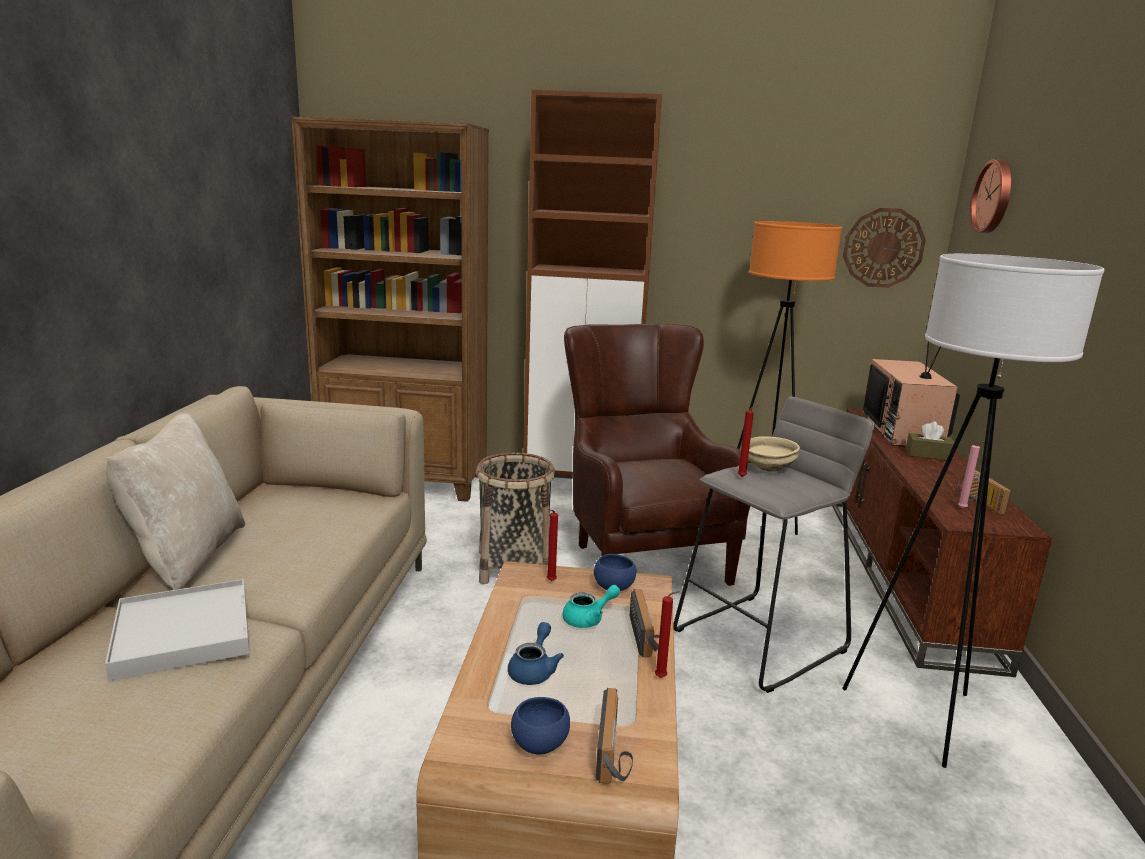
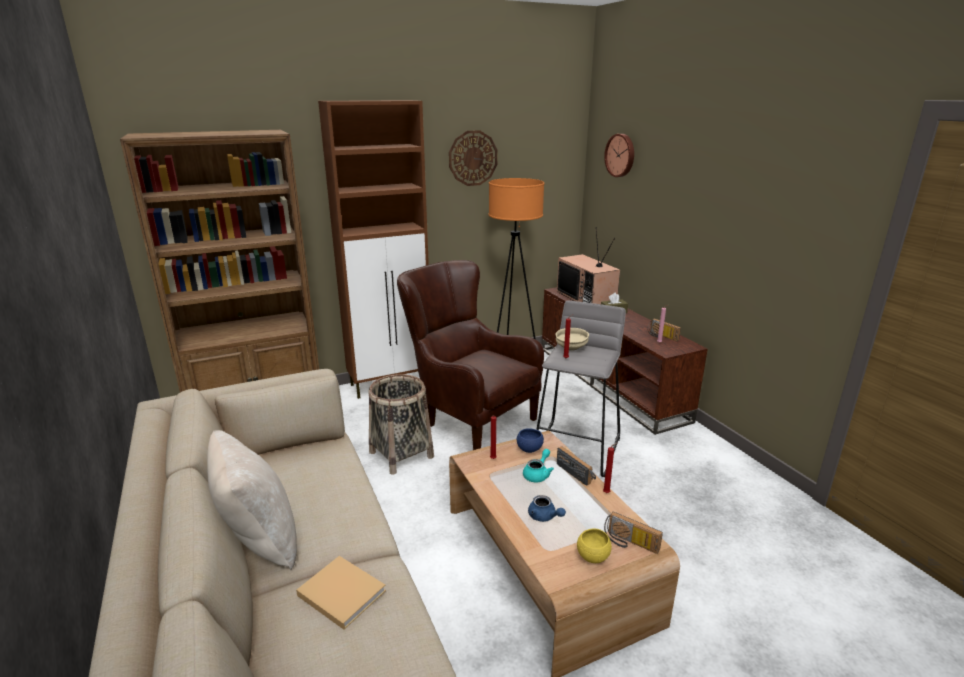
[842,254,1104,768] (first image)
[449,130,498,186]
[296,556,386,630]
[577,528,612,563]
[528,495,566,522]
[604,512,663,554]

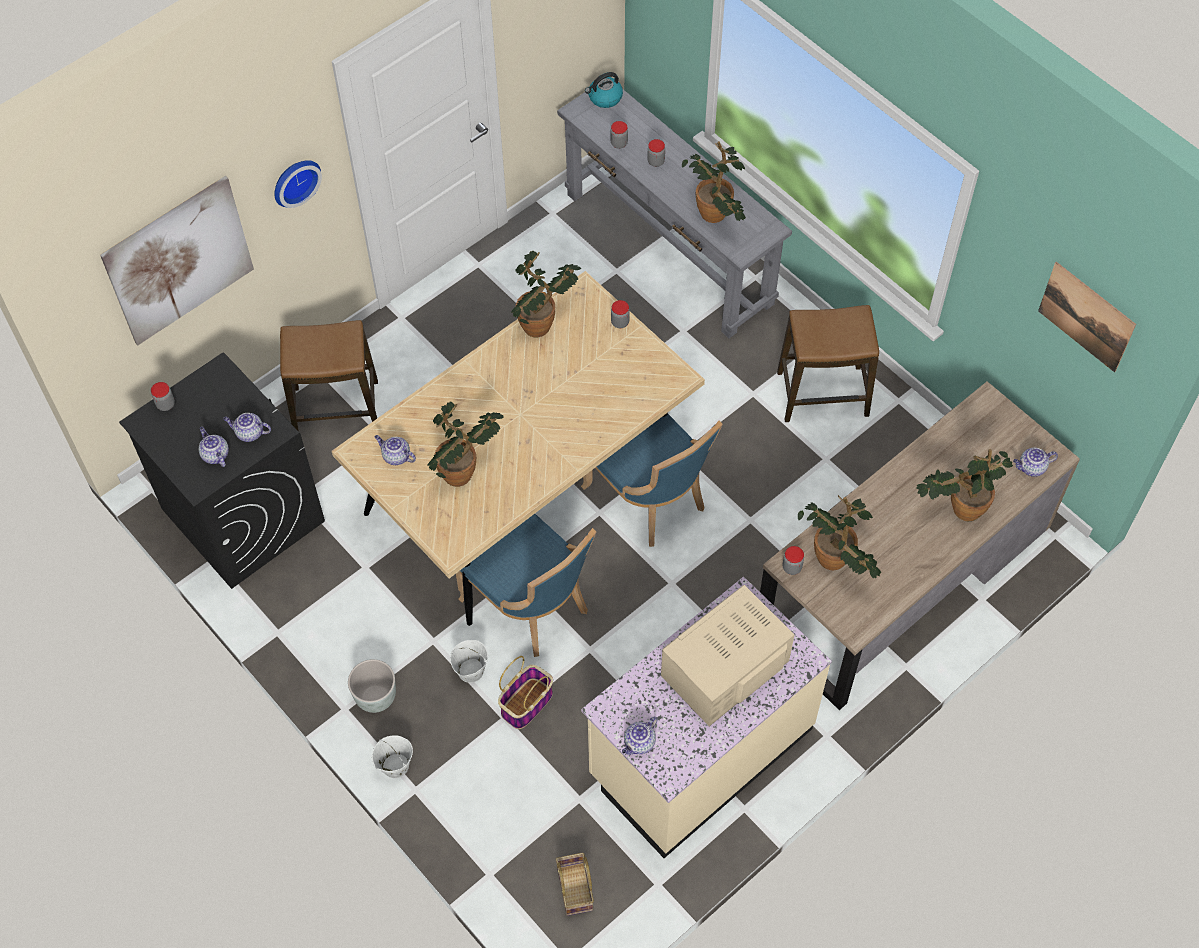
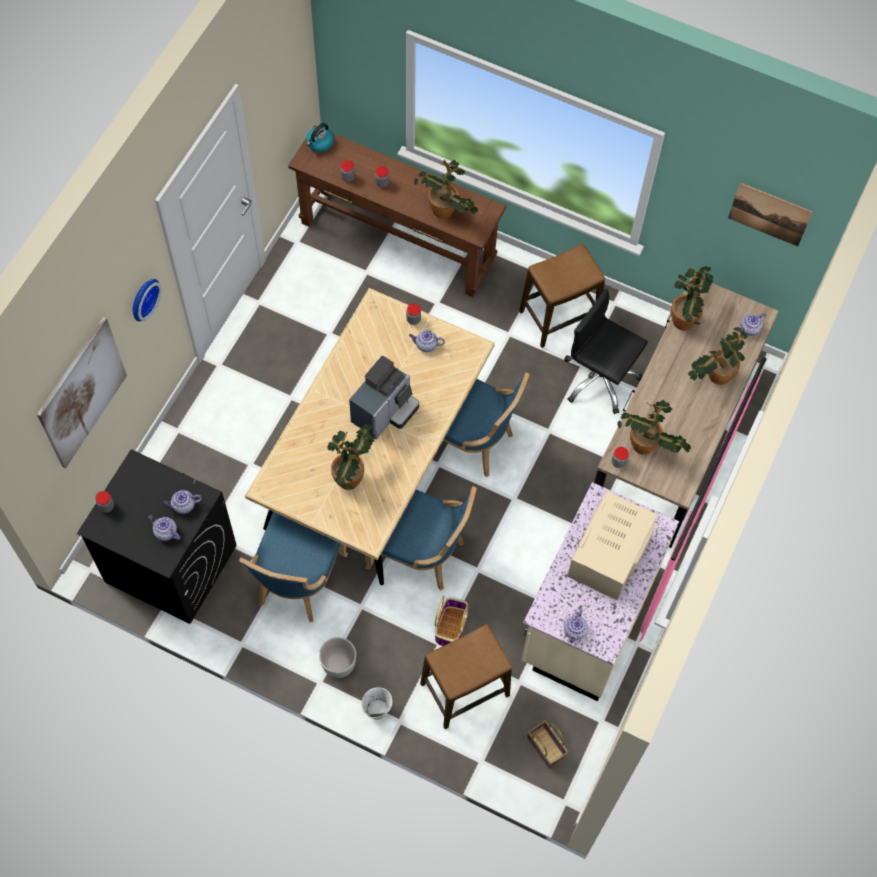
[450,640,488,683] (first image)
[239,512,348,622]
[349,356,419,440]
[564,289,648,414]
[420,624,512,729]
[409,330,445,352]
[671,266,713,330]
[288,125,506,297]

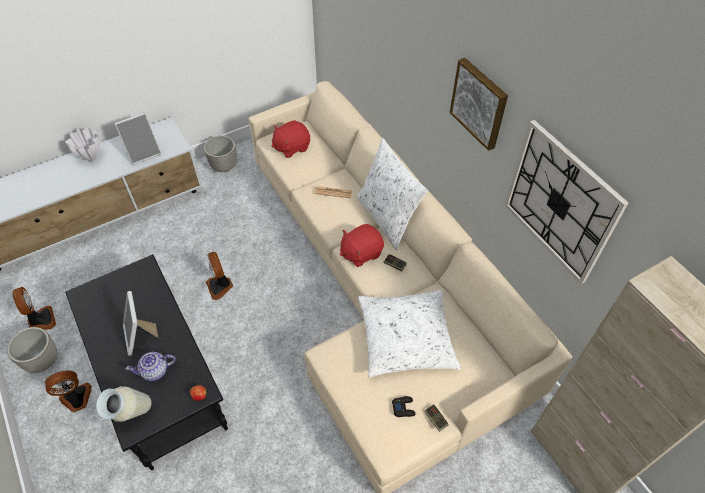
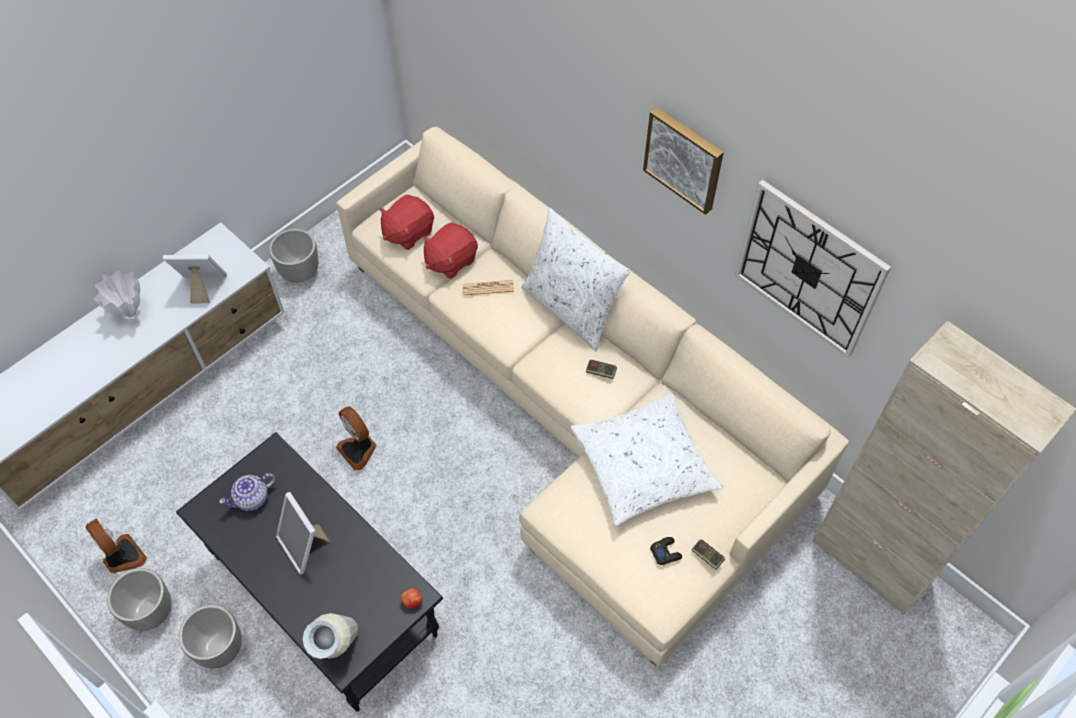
[219,473,276,511]
[422,223,478,279]
[179,605,242,669]
[163,255,227,303]

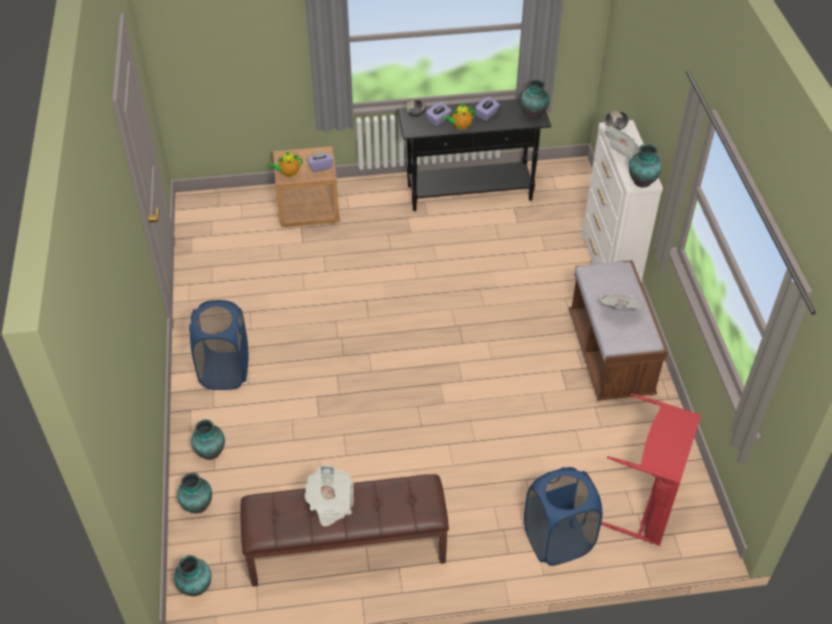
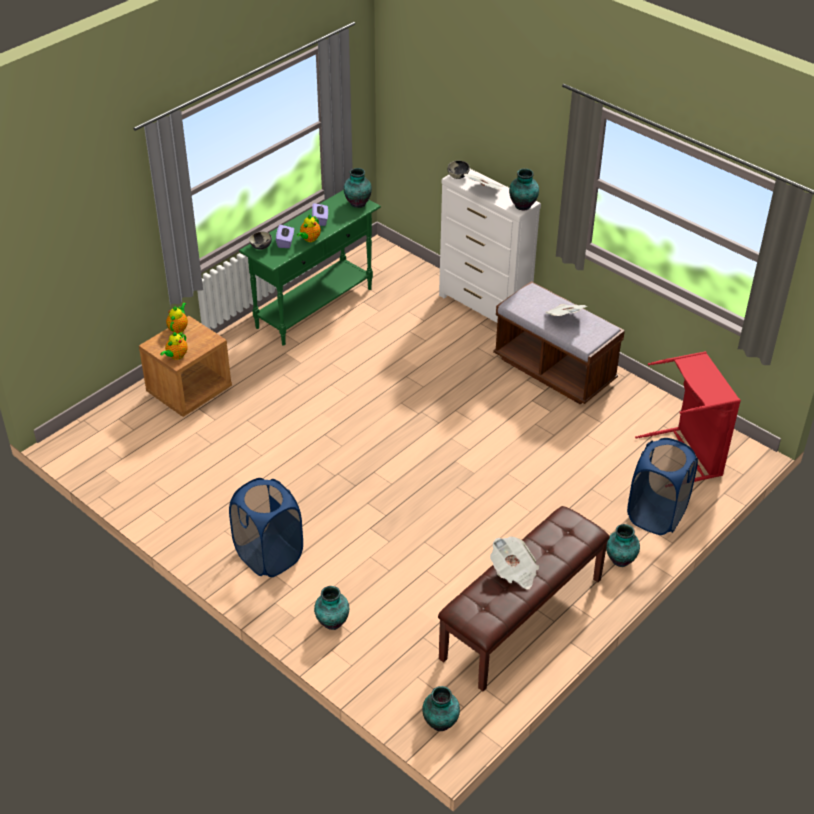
[307,151,333,172] (first image)
[166,303,188,334]
[606,524,640,567]
[239,190,381,346]

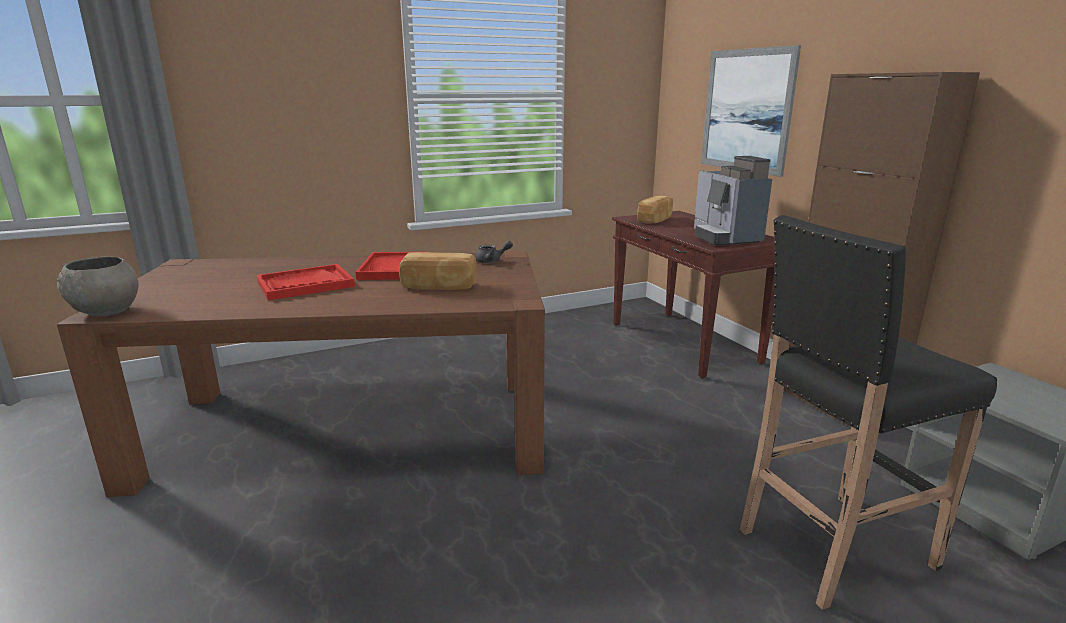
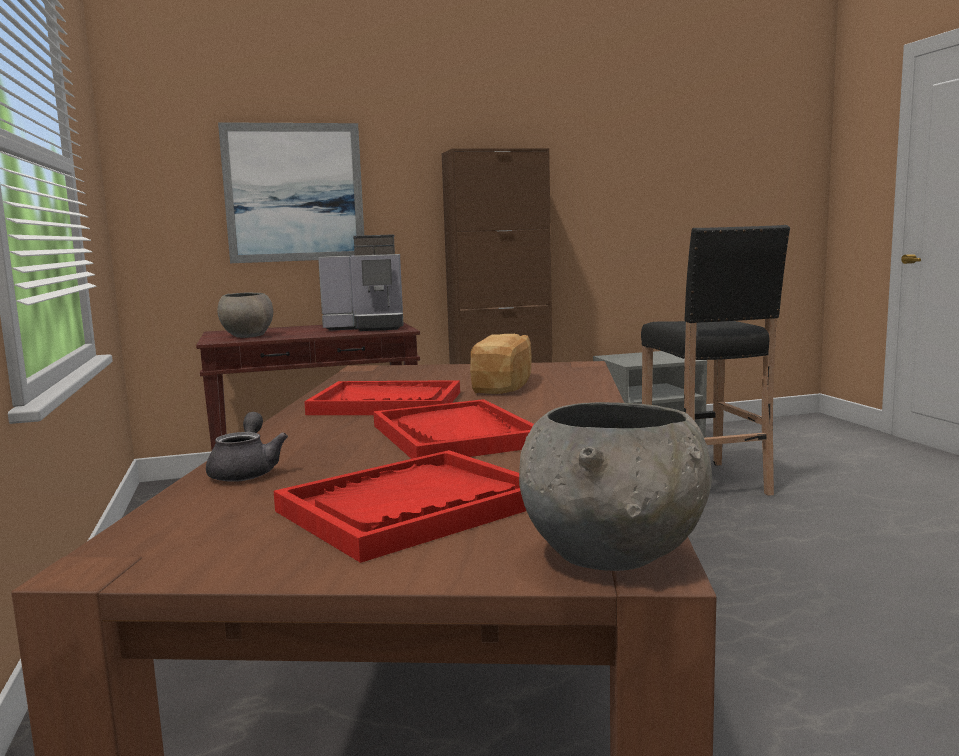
[274,450,526,563]
[206,412,288,482]
[218,292,273,338]

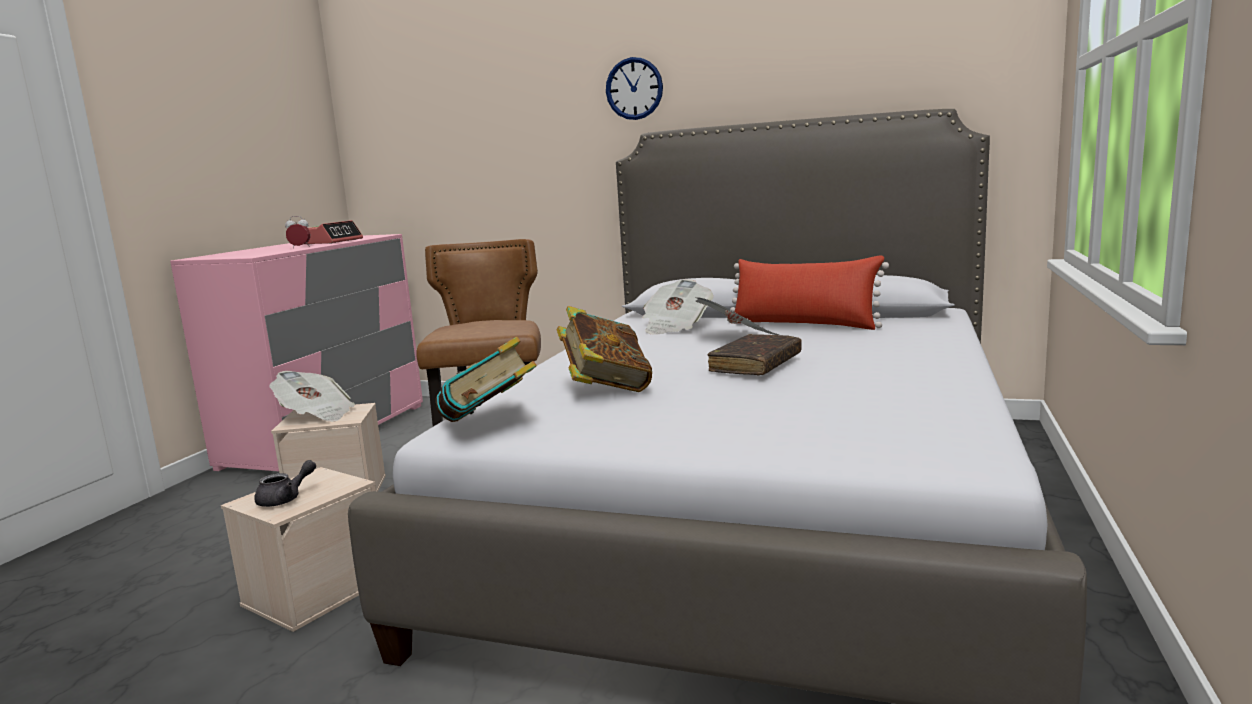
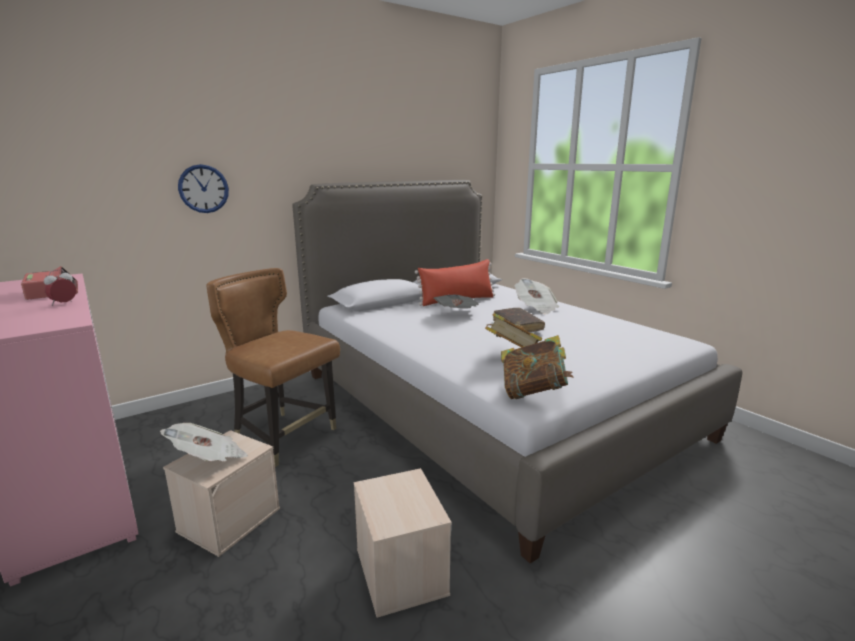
[254,460,316,507] (first image)
[178,164,229,213]
[515,278,559,315]

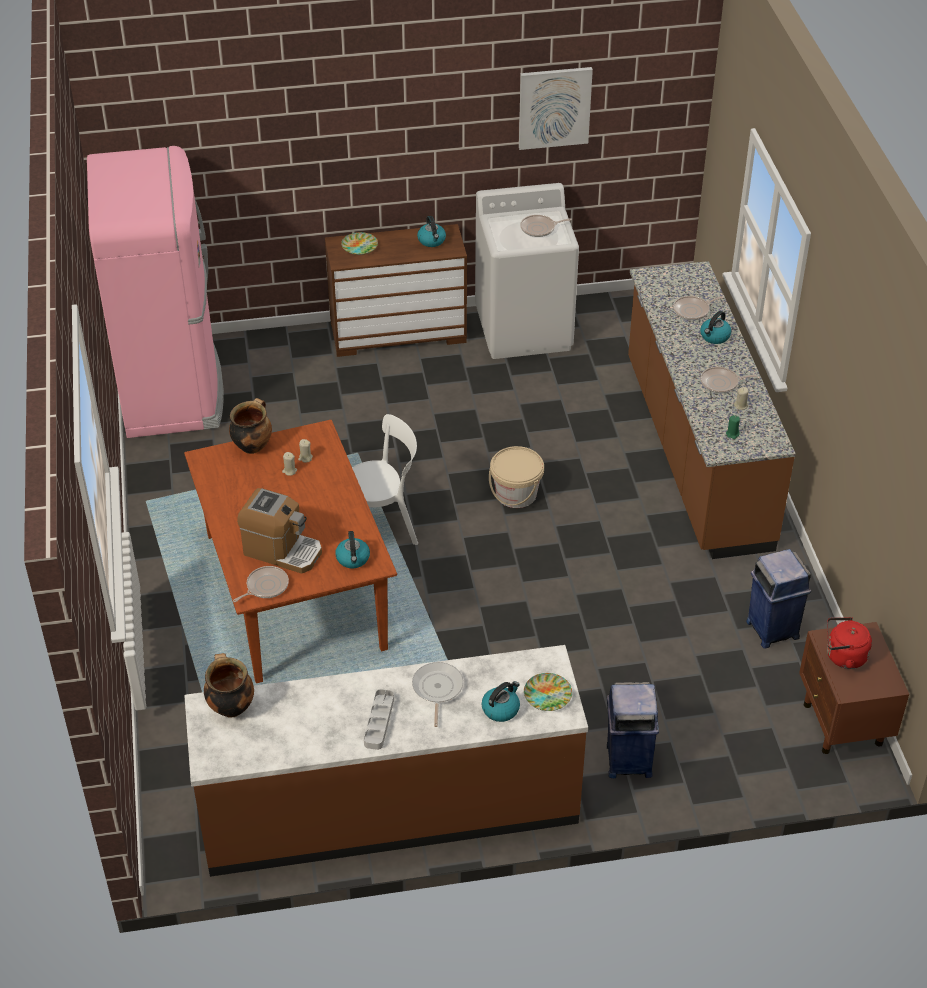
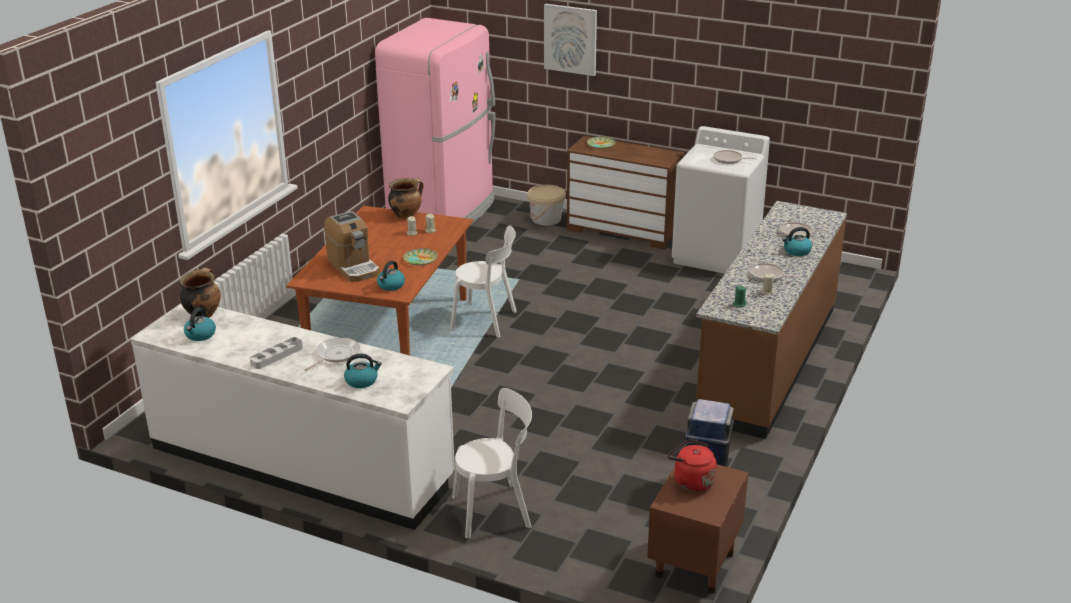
[233,566,289,602] (first image)
[184,307,216,341]
[527,185,566,226]
[544,4,597,76]
[403,248,438,265]
[452,388,532,539]
[130,304,455,530]

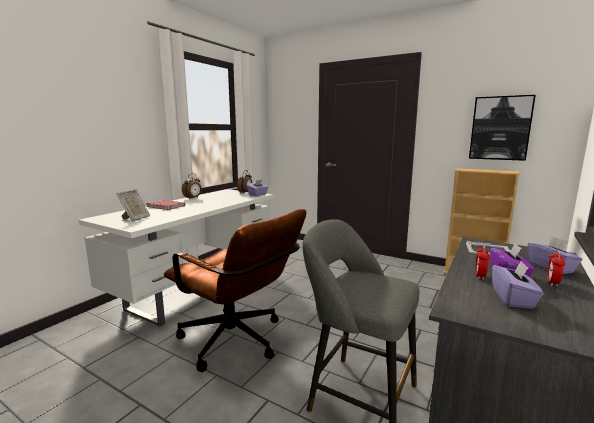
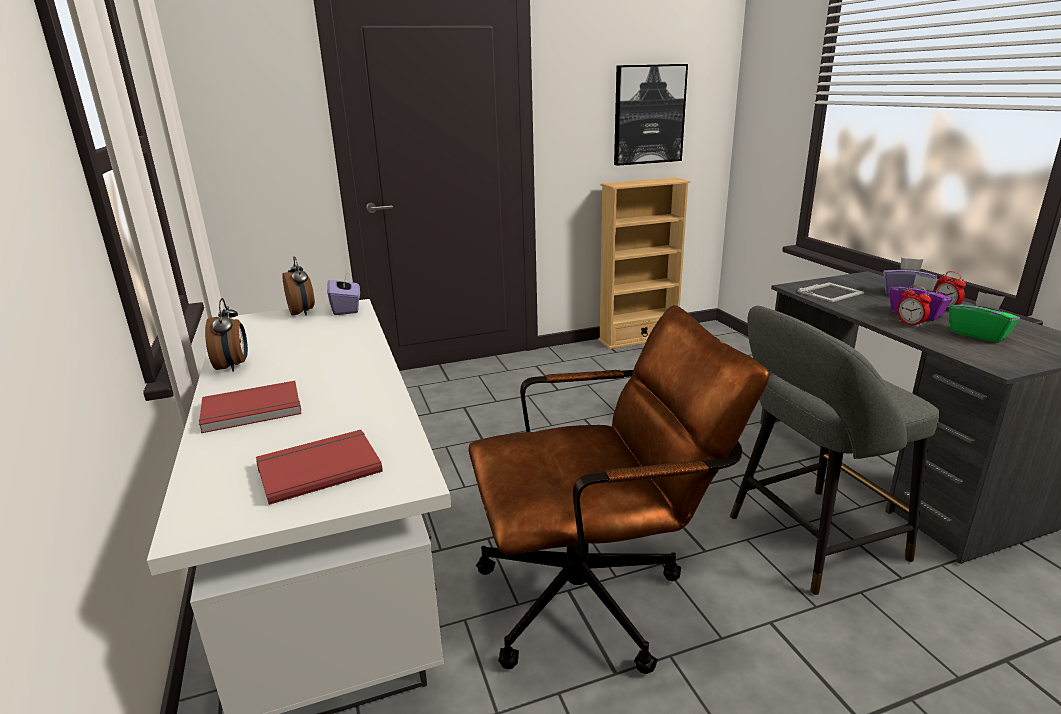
[256,430,383,505]
[949,292,1020,343]

